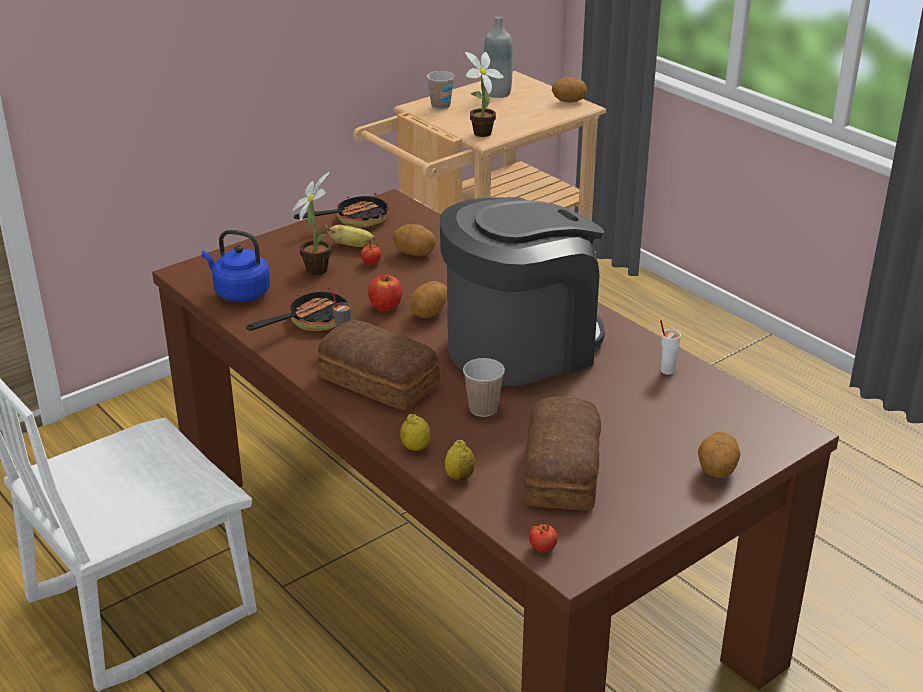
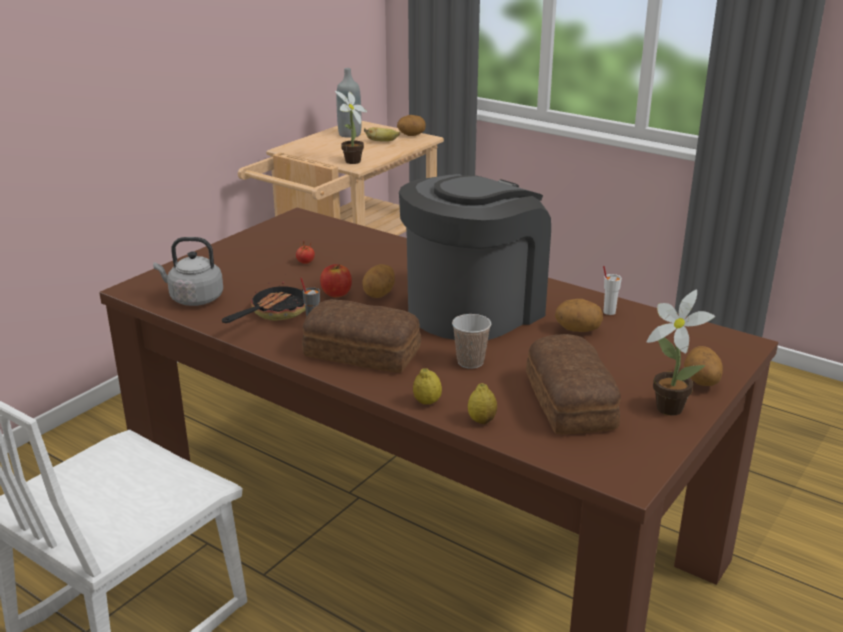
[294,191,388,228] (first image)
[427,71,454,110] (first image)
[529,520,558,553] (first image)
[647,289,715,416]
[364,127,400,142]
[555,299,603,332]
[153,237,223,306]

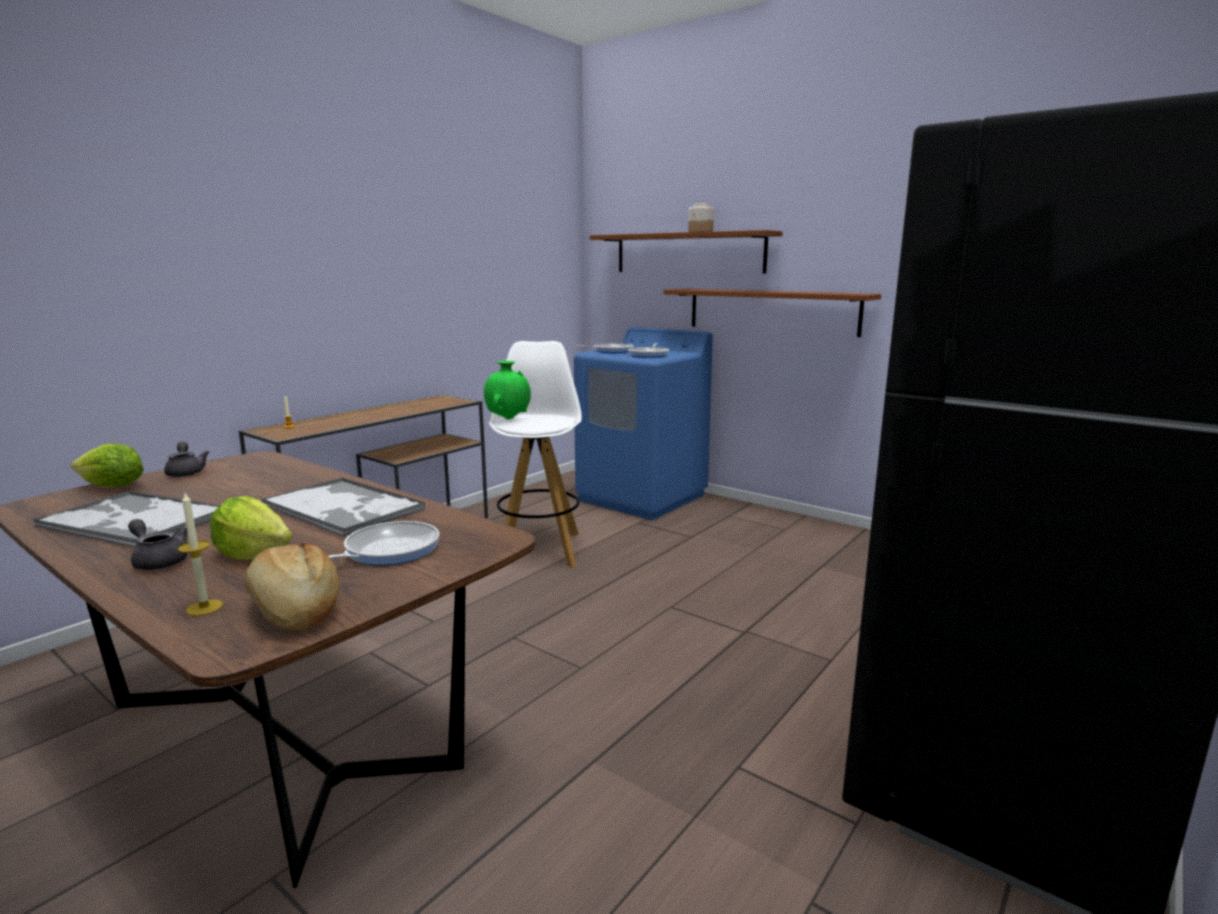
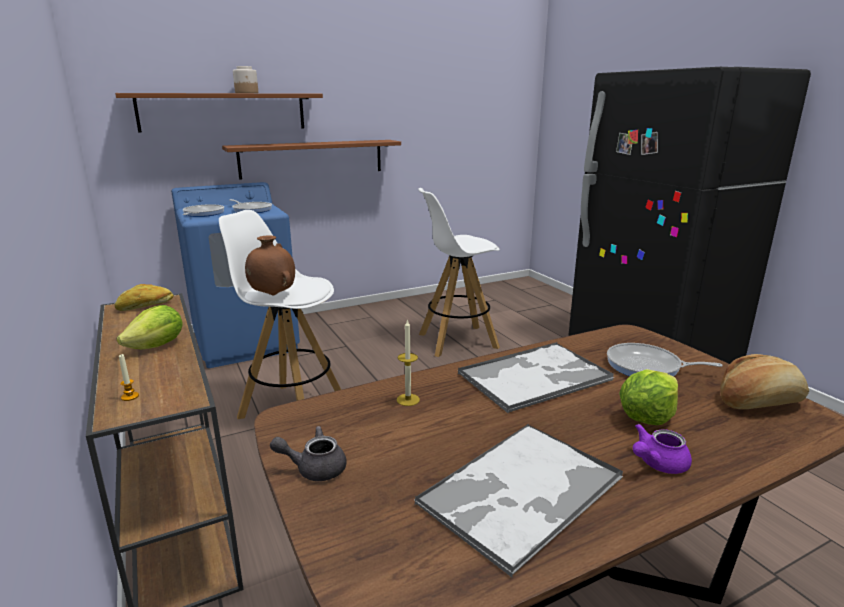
[115,284,174,311]
[418,188,500,357]
[117,305,183,349]
[397,319,420,406]
[633,424,692,474]
[245,236,295,296]
[607,343,723,377]

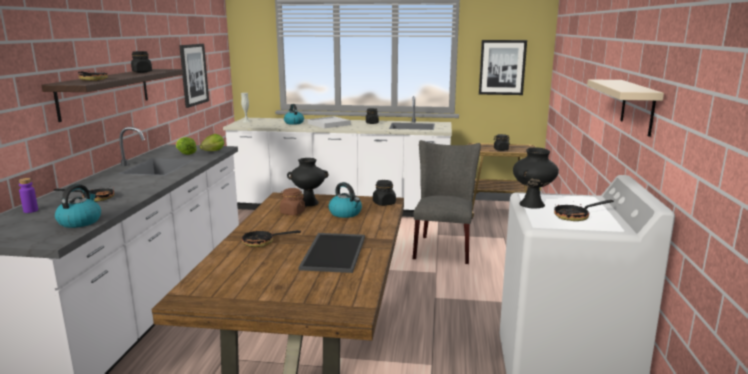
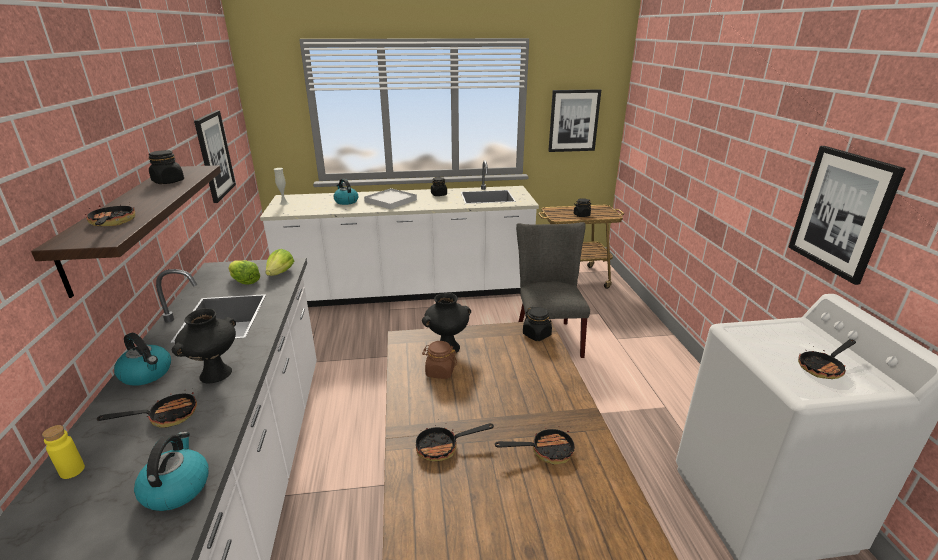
[114,333,171,386]
[172,308,236,383]
[495,426,575,464]
[788,146,906,285]
[42,425,85,479]

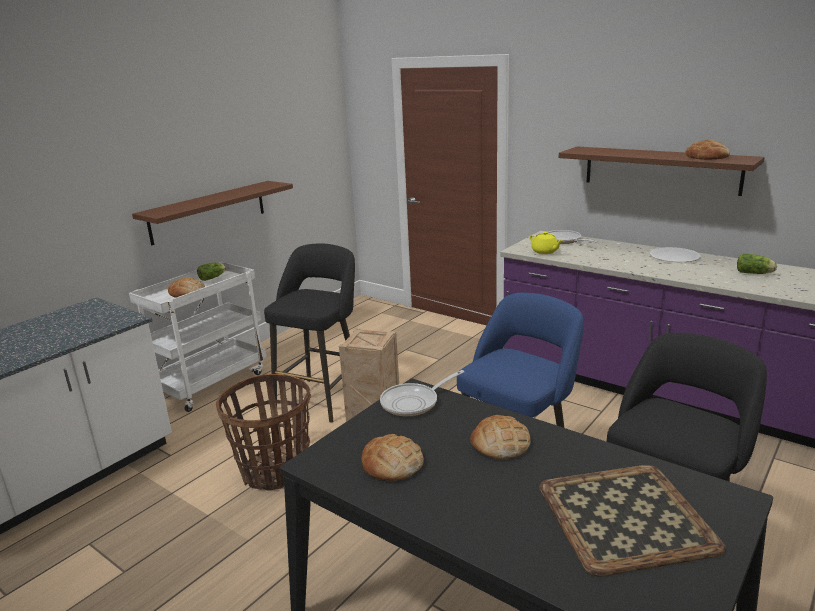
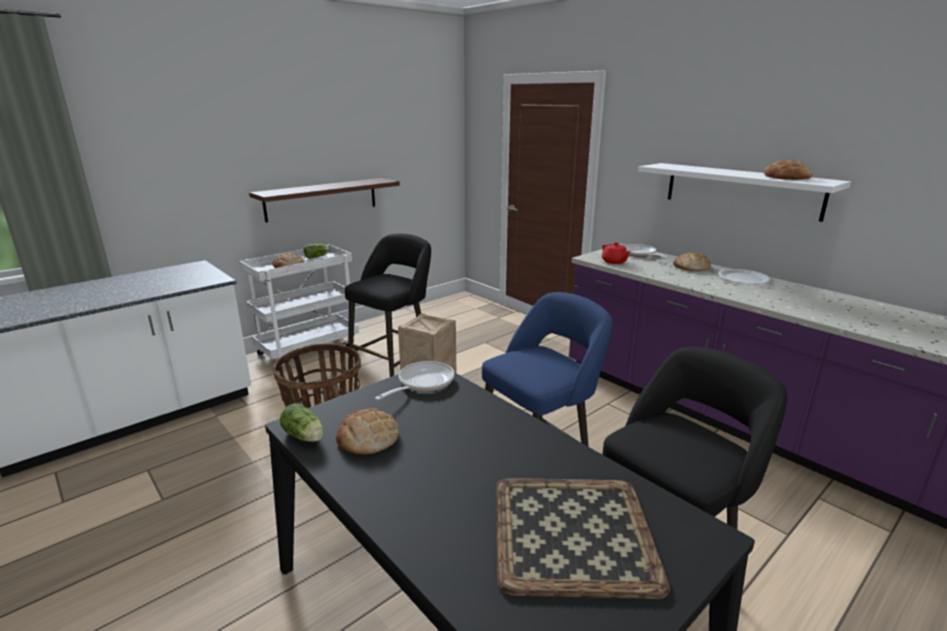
[673,252,711,271]
[280,403,324,442]
[602,242,631,264]
[638,163,851,222]
[375,361,454,400]

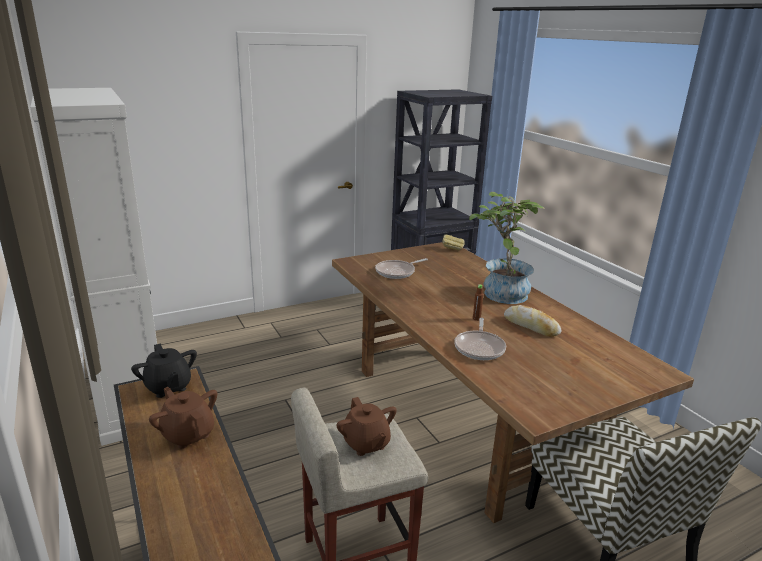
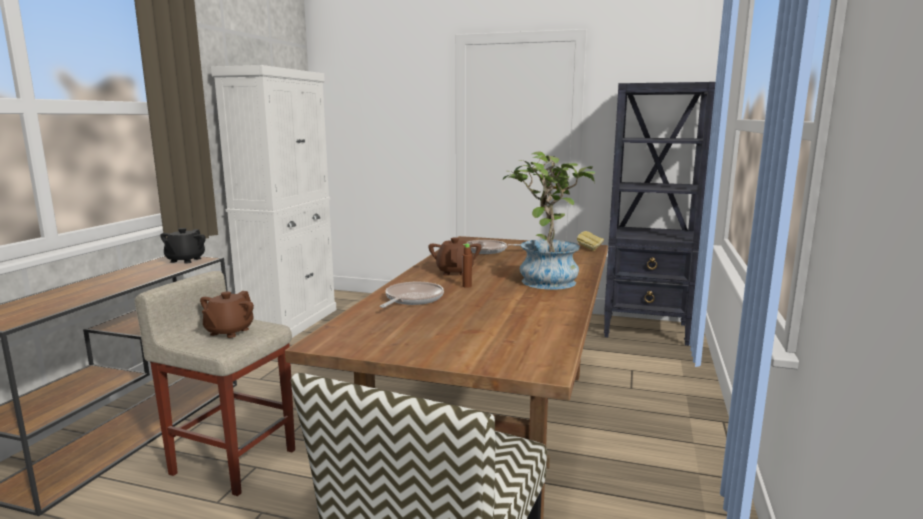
[504,305,562,337] (first image)
[428,237,481,276]
[380,282,444,308]

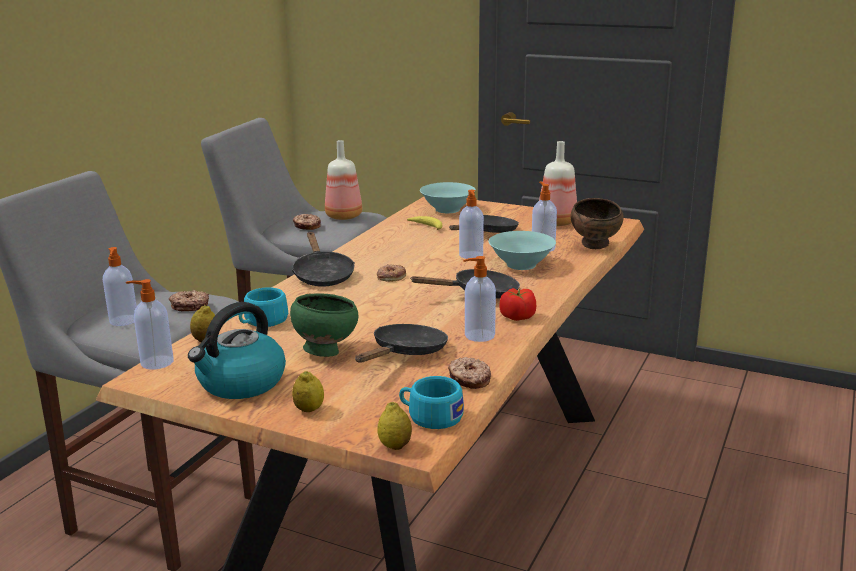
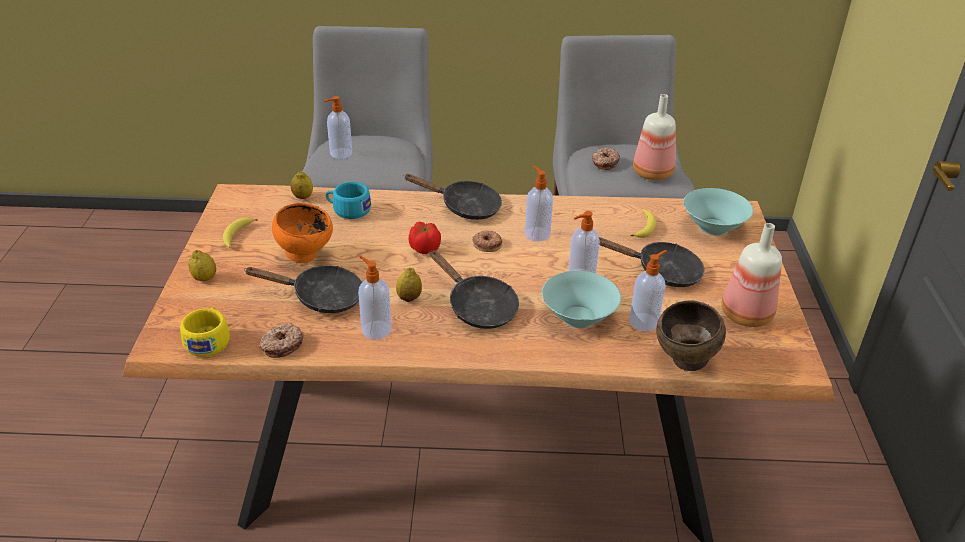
[169,290,209,311] (first image)
[525,166,553,241]
[396,268,422,302]
[409,222,441,254]
[223,217,258,248]
[272,203,333,263]
[180,307,230,357]
[404,174,502,220]

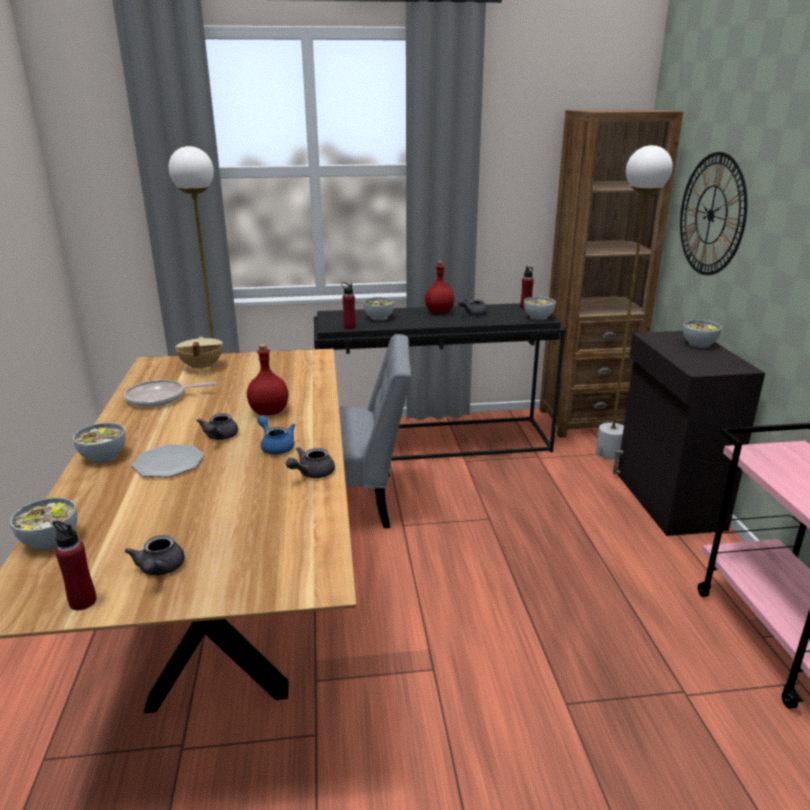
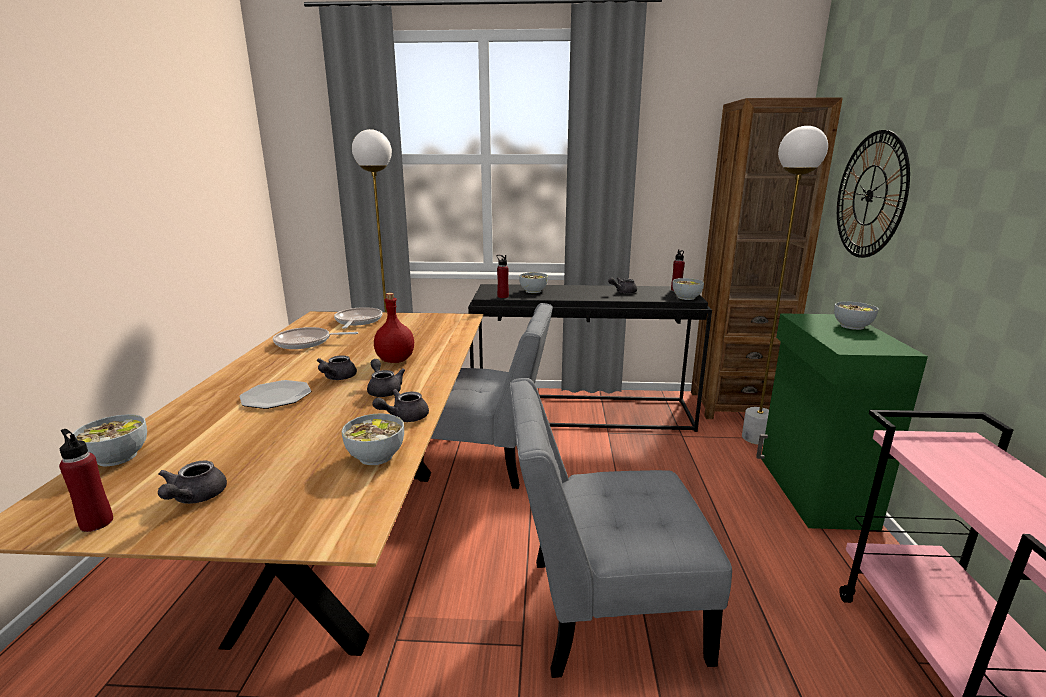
[425,261,454,314] (first image)
[510,378,732,678]
[341,413,404,465]
[334,307,383,329]
[367,359,405,397]
[756,313,928,531]

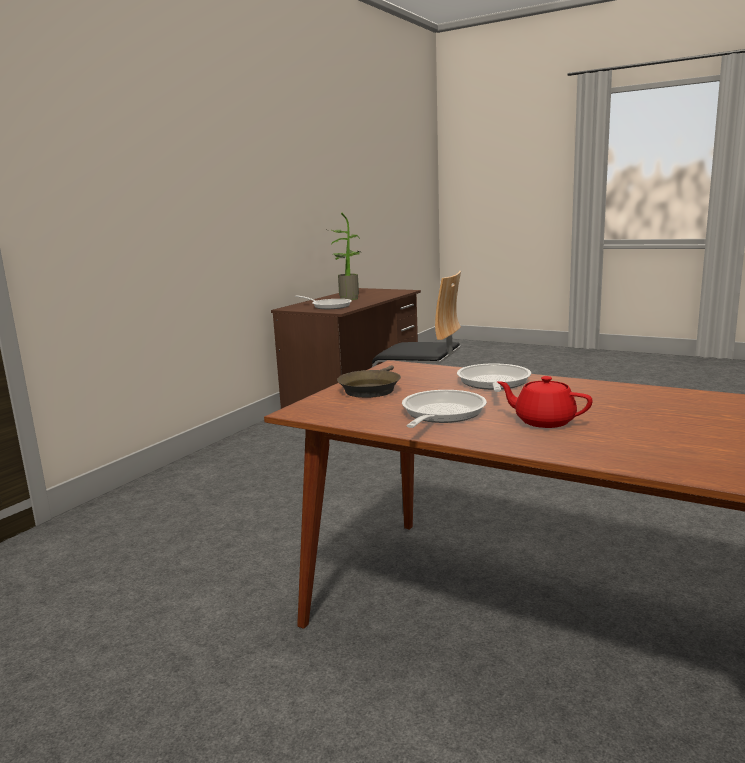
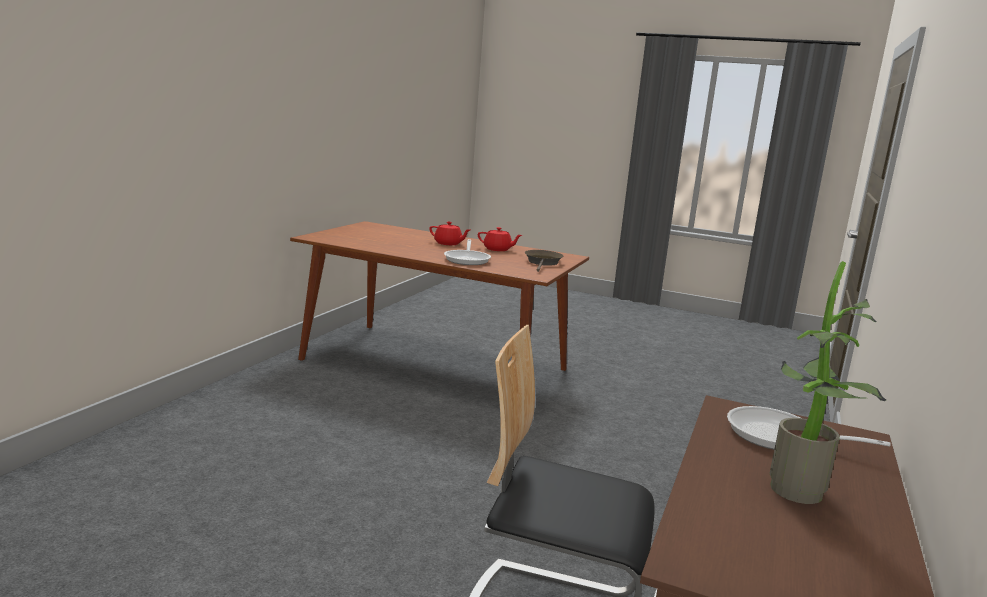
[478,227,522,251]

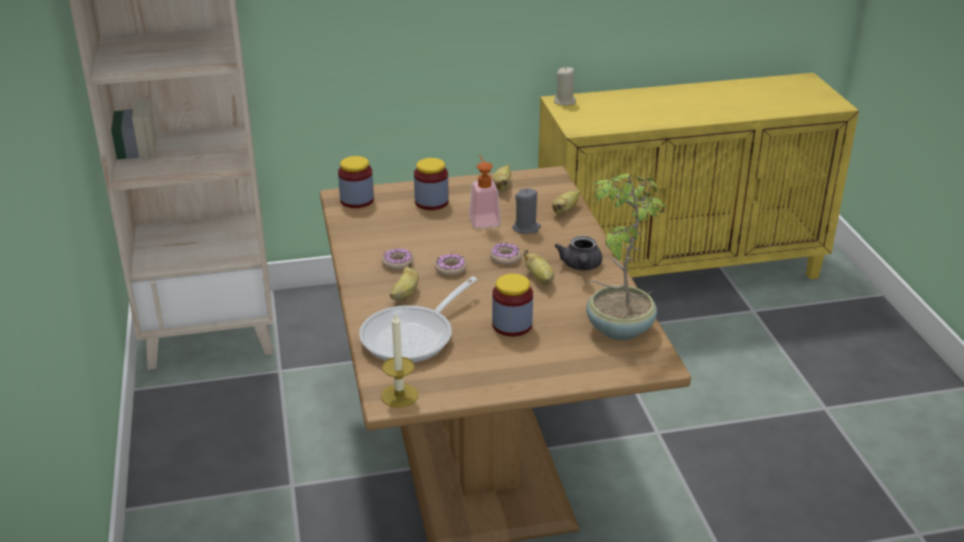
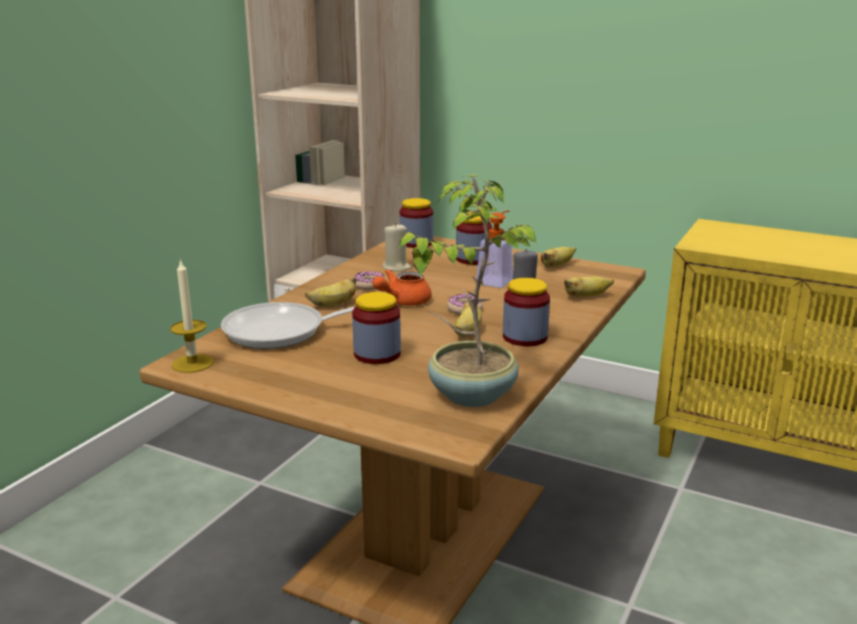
[383,223,411,272]
[373,269,432,306]
[503,278,550,346]

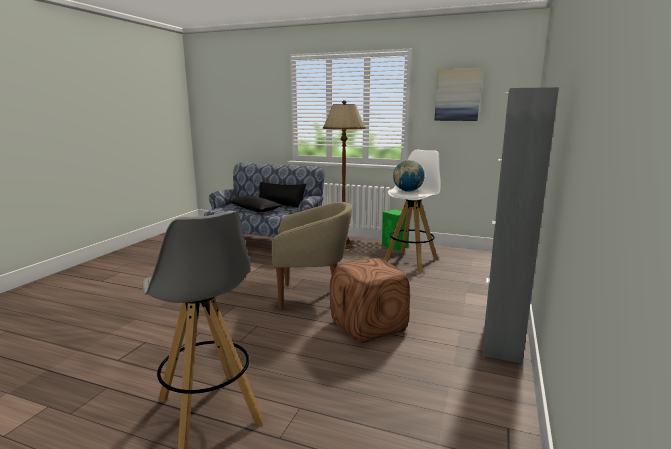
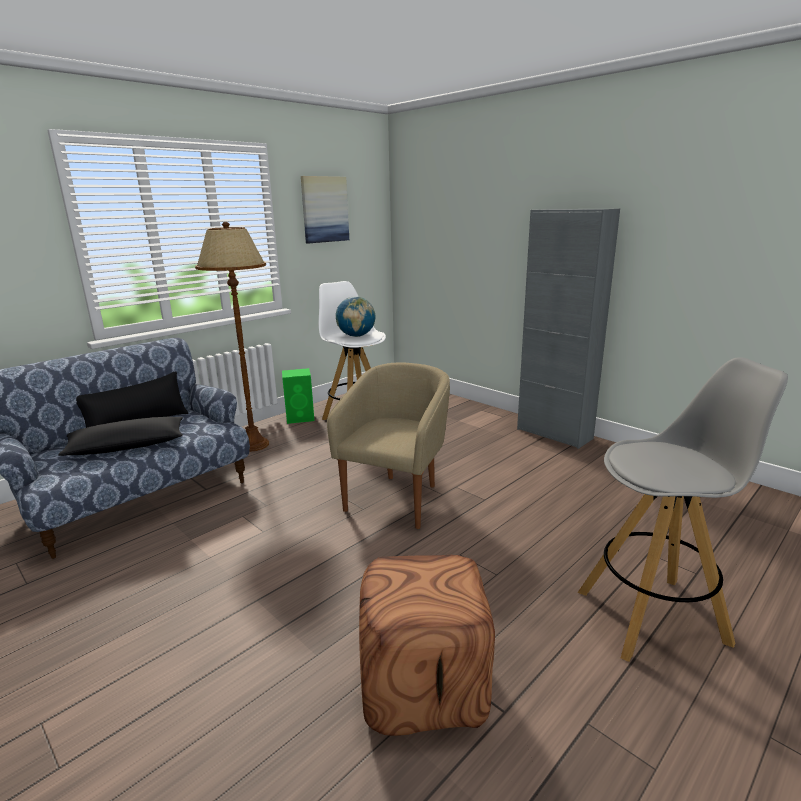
[359,555,495,736]

